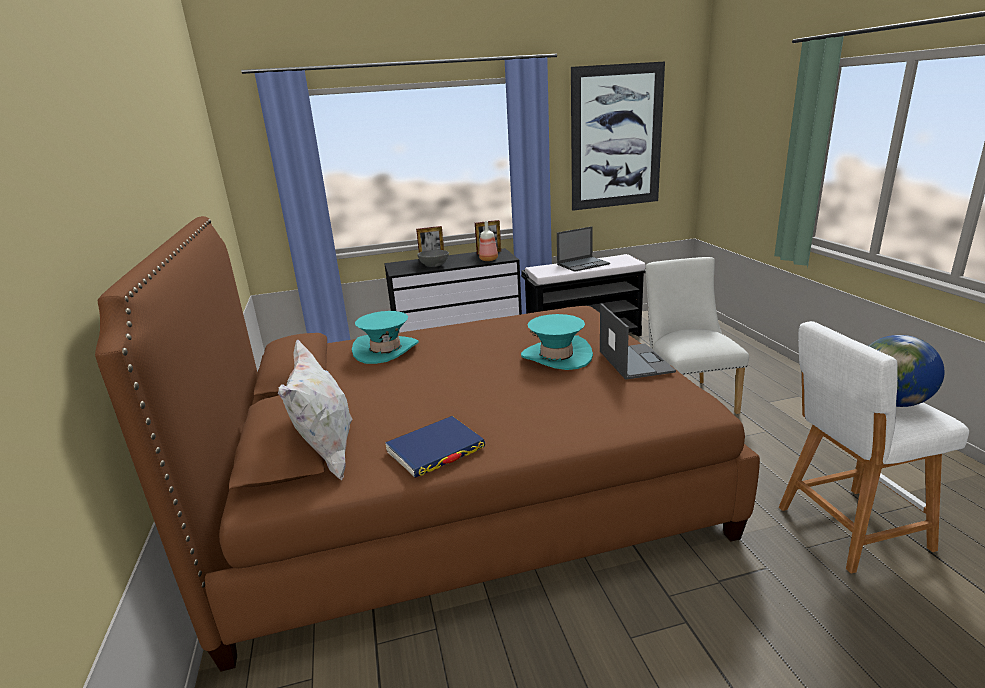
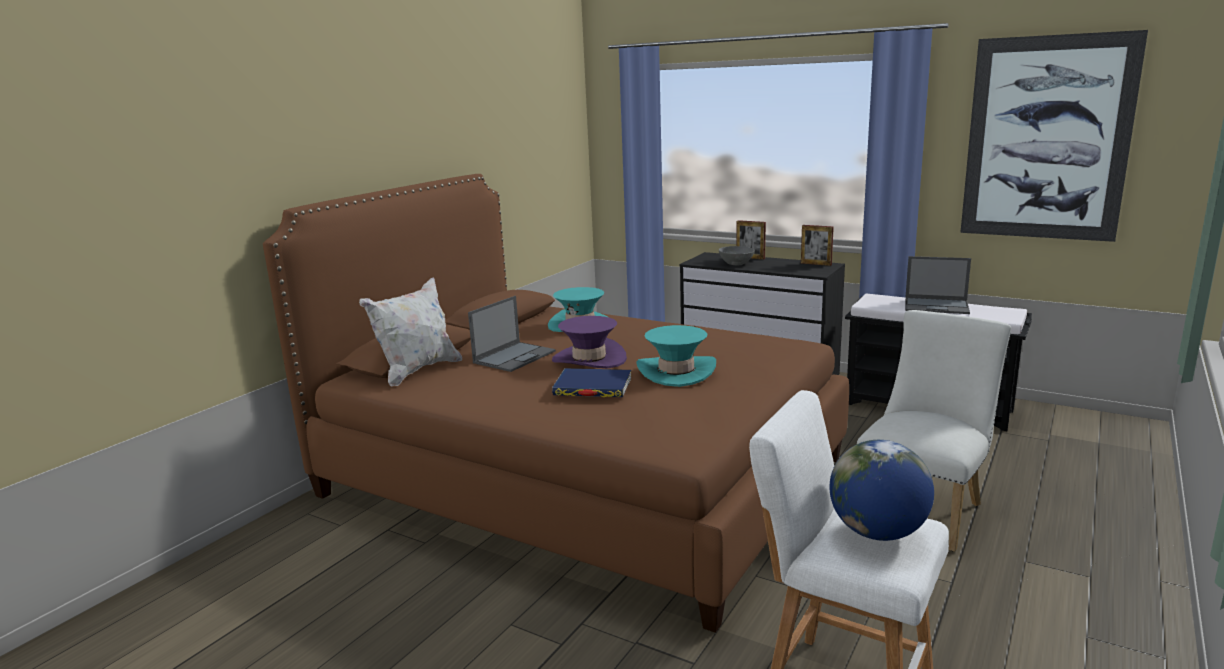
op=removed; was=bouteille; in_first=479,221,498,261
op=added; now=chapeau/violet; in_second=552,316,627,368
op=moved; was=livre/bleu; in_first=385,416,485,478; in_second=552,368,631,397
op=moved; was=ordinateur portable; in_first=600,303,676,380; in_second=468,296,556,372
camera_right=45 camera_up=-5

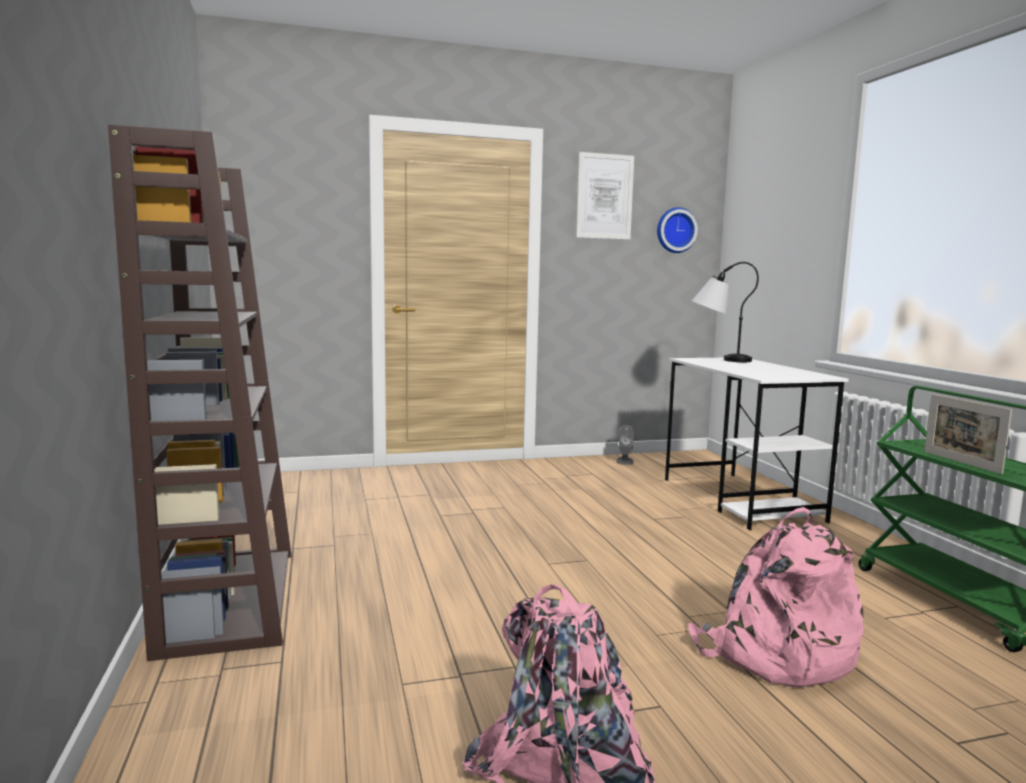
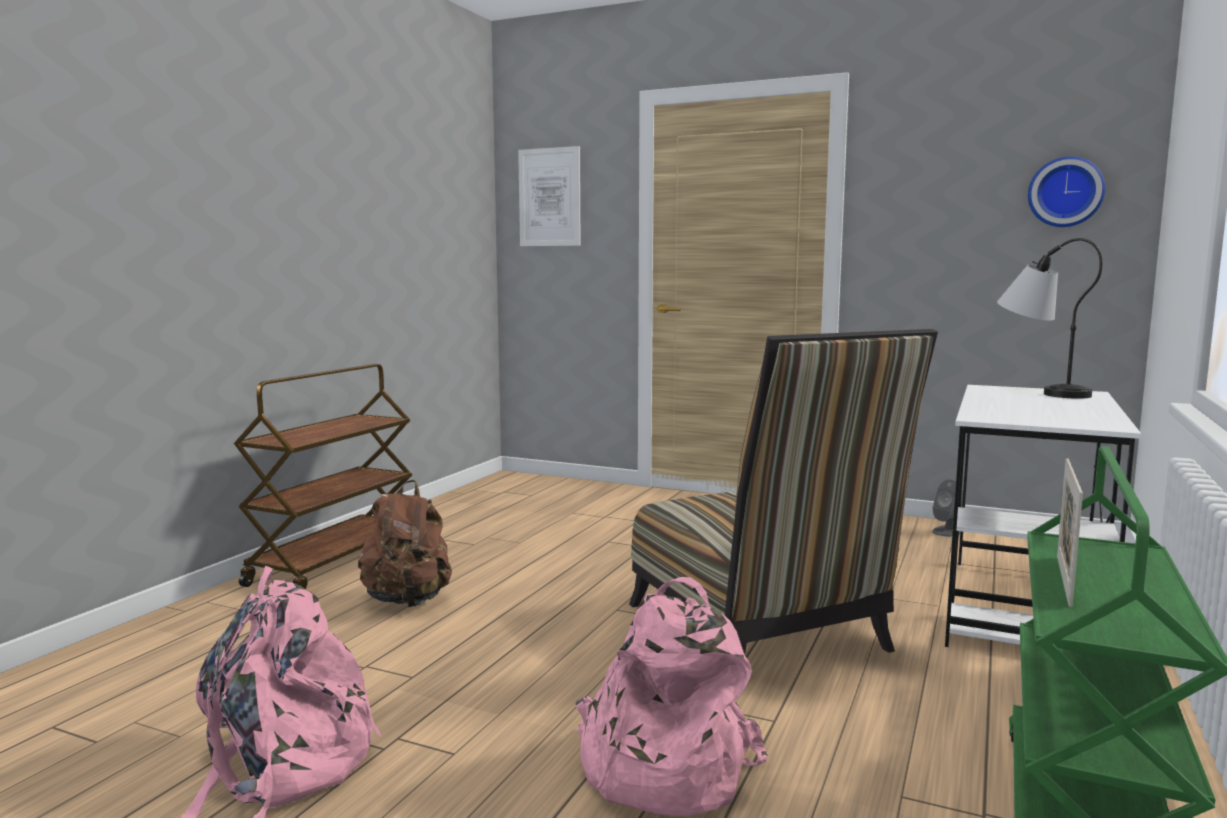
op=added; now=sac à dos/marron; in_second=358,480,452,607
op=added; now=chaise; in_second=629,329,938,654
op=moved; was=tableau; in_first=576,152,634,239; in_second=518,146,581,246
op=replaced; was=bibliothèque/marron; now=chariot/marron; in_first=108,125,291,661; in_second=234,364,412,589
camera_right=40 camera_up=0

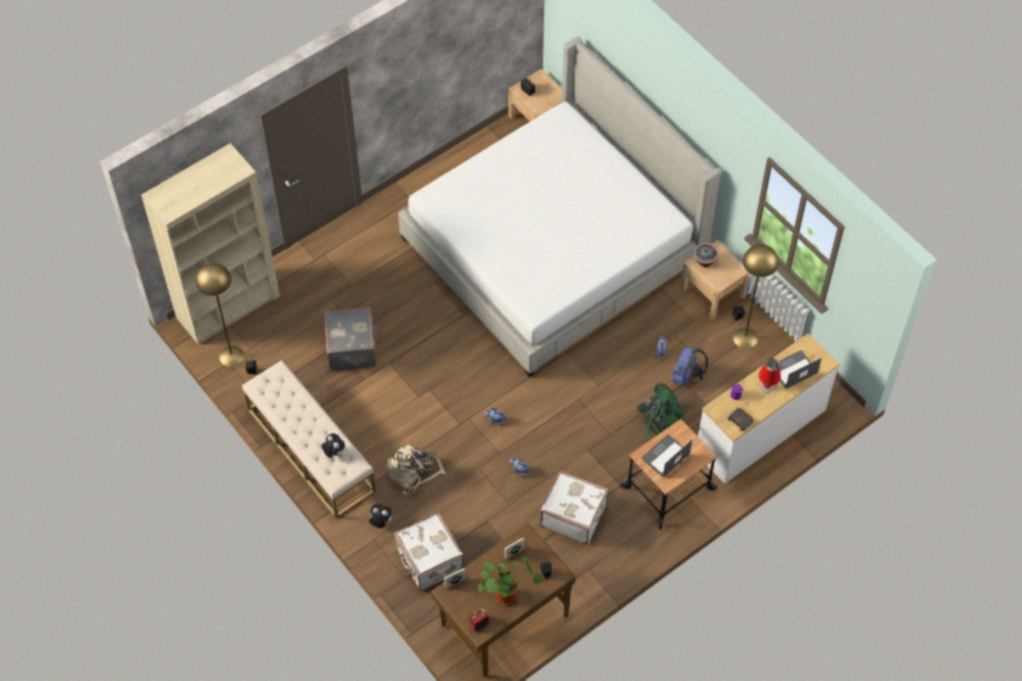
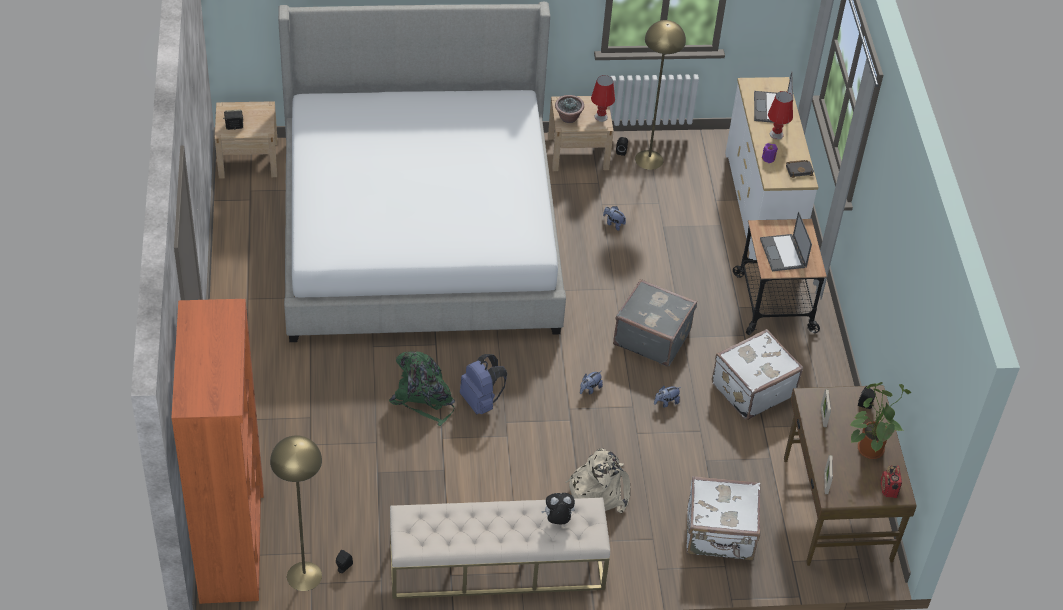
op=removed; was=peluche; in_first=368,504,392,528
op=added; now=lampe de table/rouge; in_second=591,75,615,122
op=moved; was=valise/gris; in_first=324,307,377,371; in_second=613,279,697,367
op=moved; was=sac à dos/vert; in_first=637,382,687,444; in_second=389,351,455,426
op=moved; was=sac à dos/bleu; in_first=671,347,708,386; in_second=460,354,507,414
op=recoloured; was=bibliothèque/beige; now=bibliothèque/orange; in_first=141,143,280,345; in_second=171,299,264,604
camera_right=-60 camera_up=-10

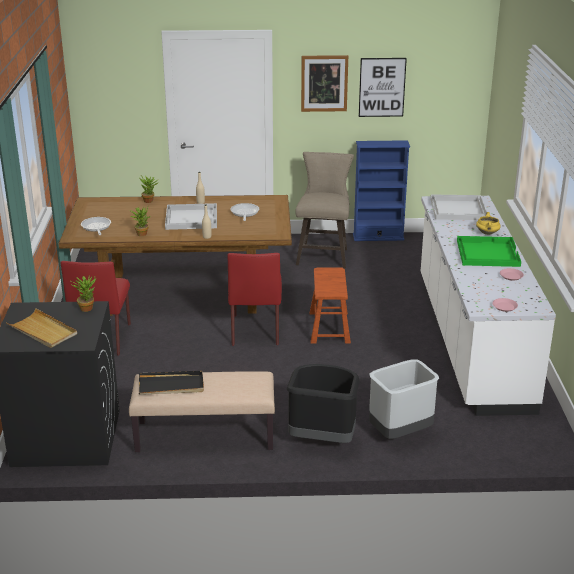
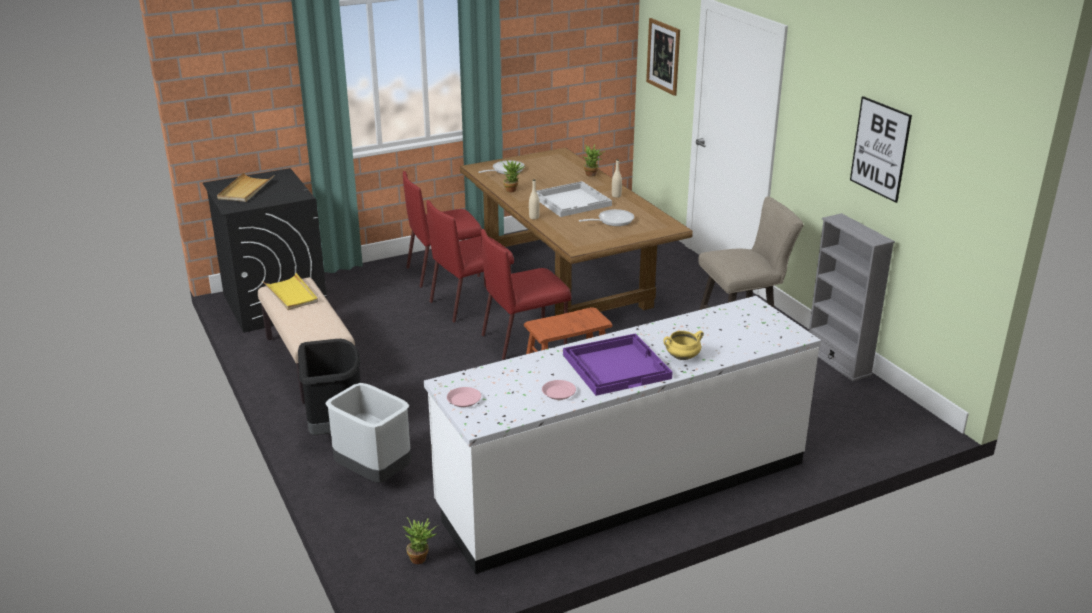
op=removed; was=plateau/blanc; in_first=430,194,487,220
op=added; now=chaise/rouge; in_second=426,200,514,322
op=moved; was=plante en pot; in_first=71,276,96,312; in_second=403,517,438,564
op=moved; was=tableau; in_first=301,55,348,112; in_second=646,18,680,96
op=recoloured; was=plateau/noir; now=plateau/jaune; in_first=139,371,204,395; in_second=263,273,318,310
op=recoloured; was=bibliothèque/bleu; now=bibliothèque/gris; in_first=353,140,410,241; in_second=809,213,895,381
op=recoloured; was=plateau/vert; now=plateau/violet; in_first=457,236,521,267; in_second=563,333,673,396
camera_right=65 camera_up=0

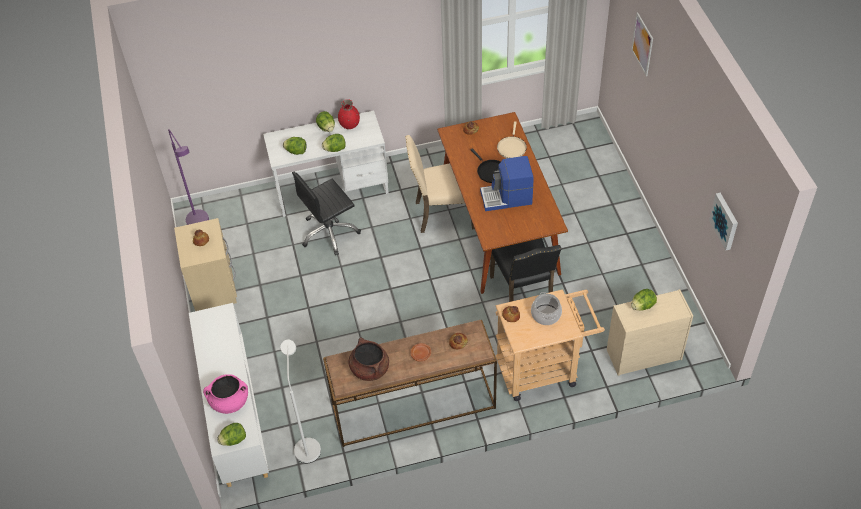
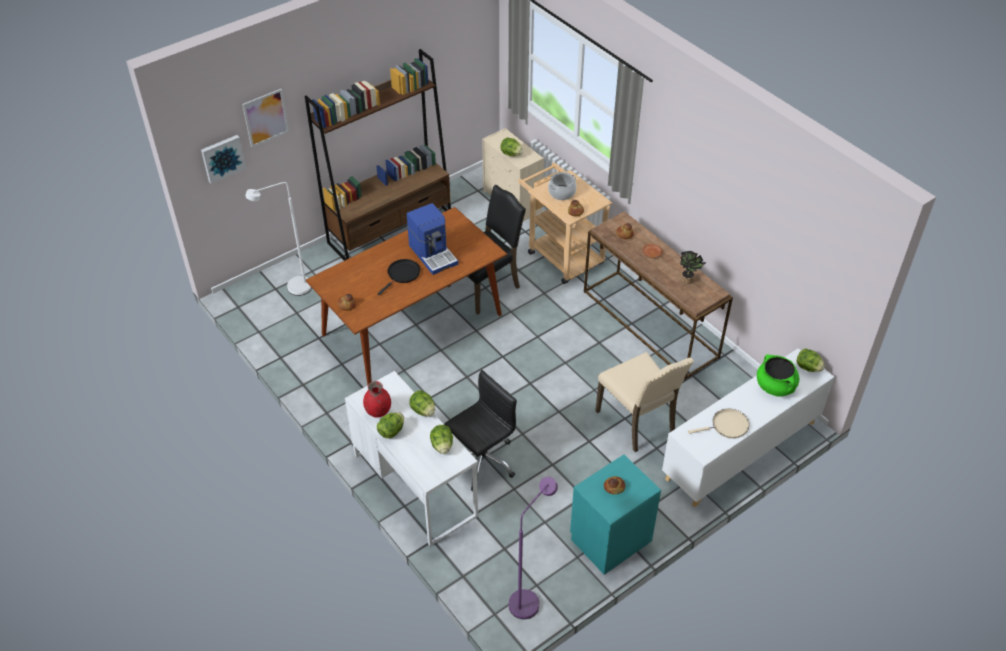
op=added; now=bibliothèque/marron; in_second=305,49,451,261
op=moved; was=lampadaire/blanc; in_first=280,340,321,463; in_second=245,182,312,296
op=moved; was=chaise/beige; in_first=405,135,475,233; in_second=595,352,694,452
op=moved; was=poêle/beige; in_first=497,121,527,158; in_second=688,409,749,438
op=moved; was=tableau; in_first=709,193,738,250; in_second=201,135,246,184
op=replaced; was=marmite/marron; now=plante en pot; in_first=349,337,389,381; in_second=680,251,706,284
op=recoloured; was=table de chevet/beige; now=table de chevet/turquoise; in_first=174,218,237,311; in_second=570,454,661,575
op=recoloured; was=marmite/rose; now=marmite/vert; in_first=203,374,248,414; in_second=757,354,799,397
op=turned; was=chaise de bureau/noir; in_first=292,172,361,255; in_second=444,370,517,490; clockwise=-75
camera_right=-115 camera_up=-5

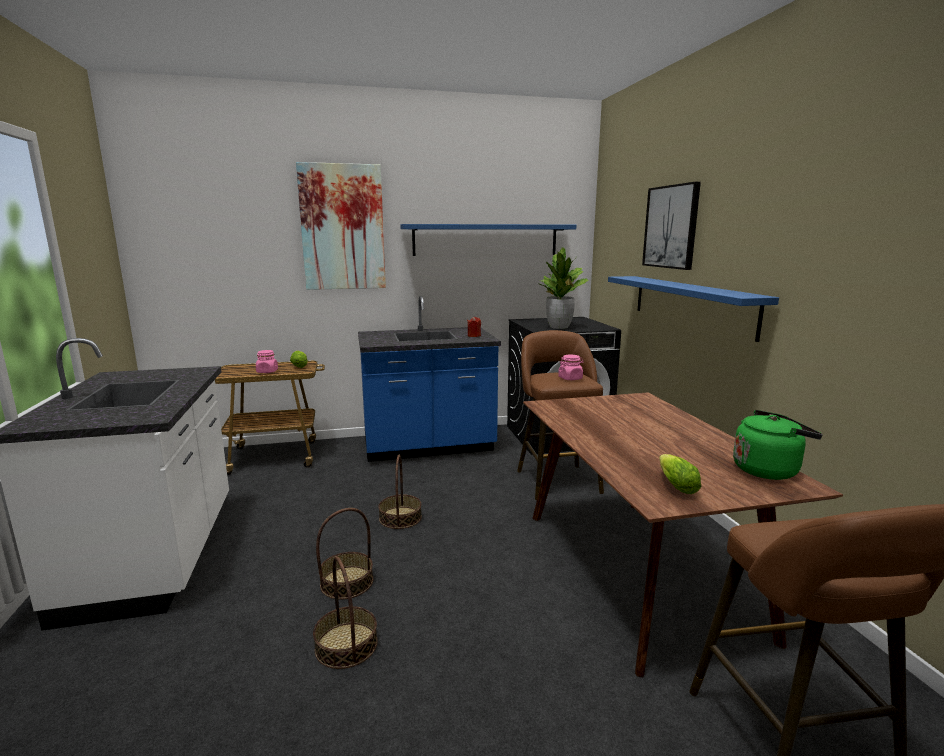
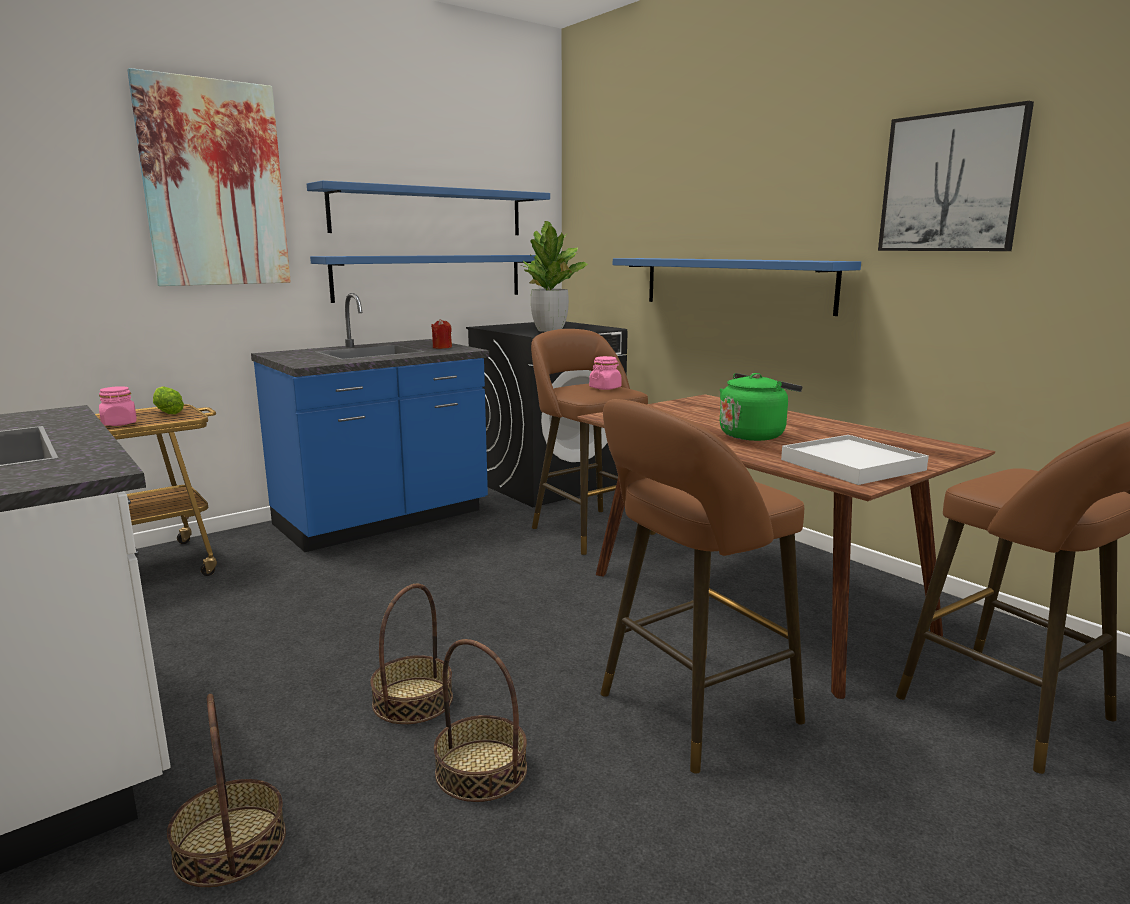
op=added; now=étagère/bleu; in_second=310,255,535,303
op=added; now=tabouret/marron; in_second=600,399,805,773
op=moved; was=panier; in_first=378,455,422,529; in_second=167,694,286,887
op=moved; was=tableau; in_first=642,182,701,270; in_second=878,101,1034,251
op=moved; was=bouilloire/vert; in_first=733,410,823,480; in_second=720,373,803,441
op=replaced; was=laitue; now=plateau/blanc; in_first=659,454,701,494; in_second=781,435,929,485
camera_right=-25 camera_up=0

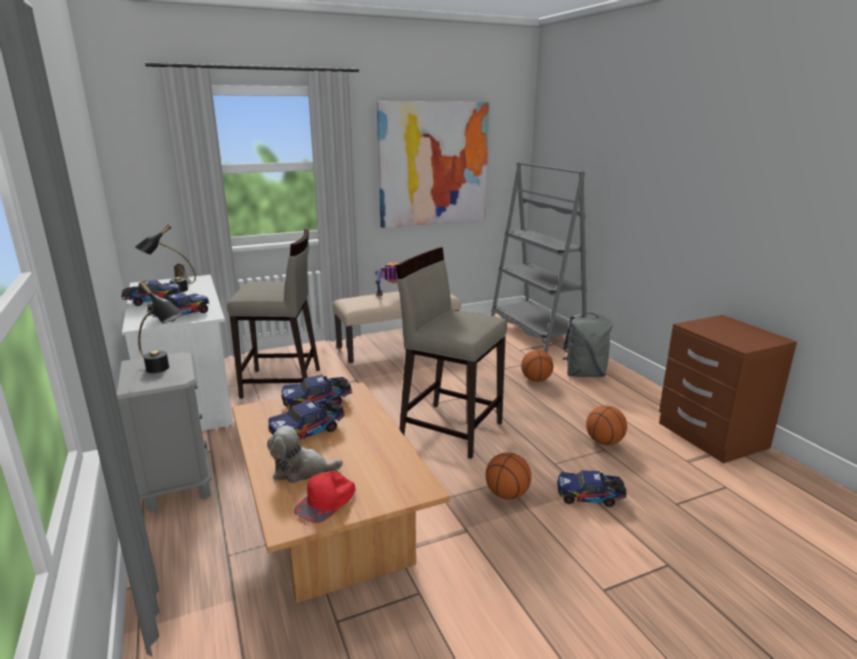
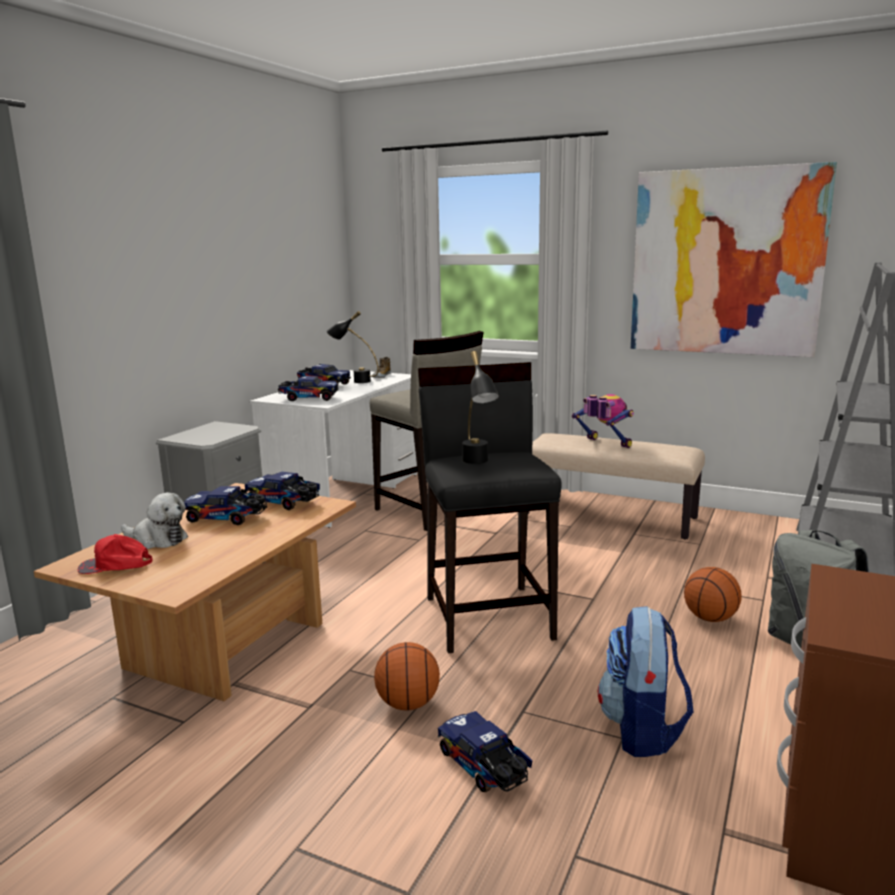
op=moved; was=lampe de table/noir; in_first=138,281,183,373; in_second=462,351,499,464
op=replaced; was=ballon de basket; now=sac à dos; in_first=586,406,627,445; in_second=598,606,693,757
op=recoloured; was=tabouret/beige; now=tabouret/noir; in_first=395,247,507,459; in_second=418,362,562,653
op=turned; was=peluche; in_first=267,426,343,483; in_second=121,492,188,549; clockwise=150
camera_right=50 camera_up=-5

